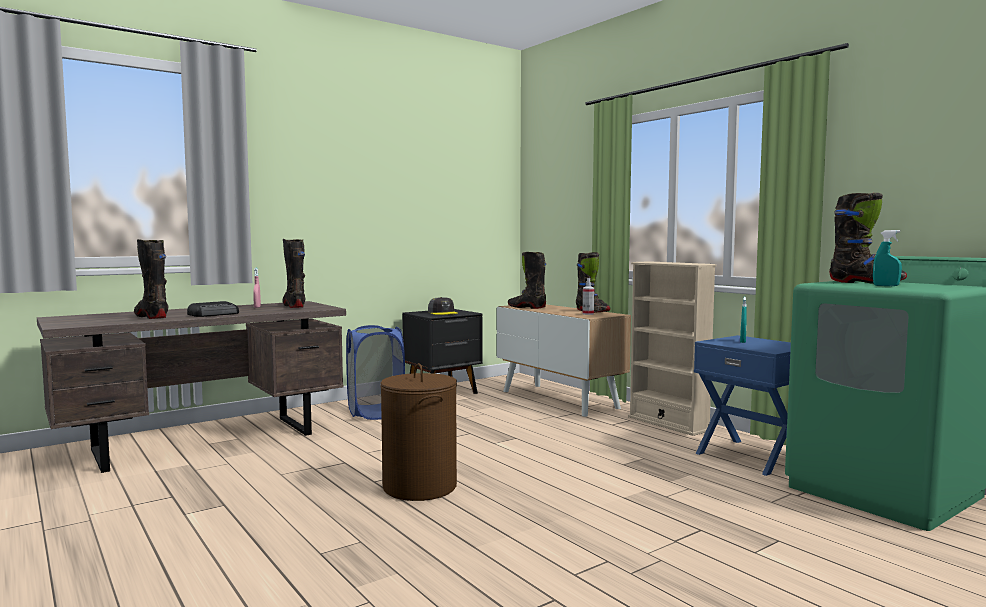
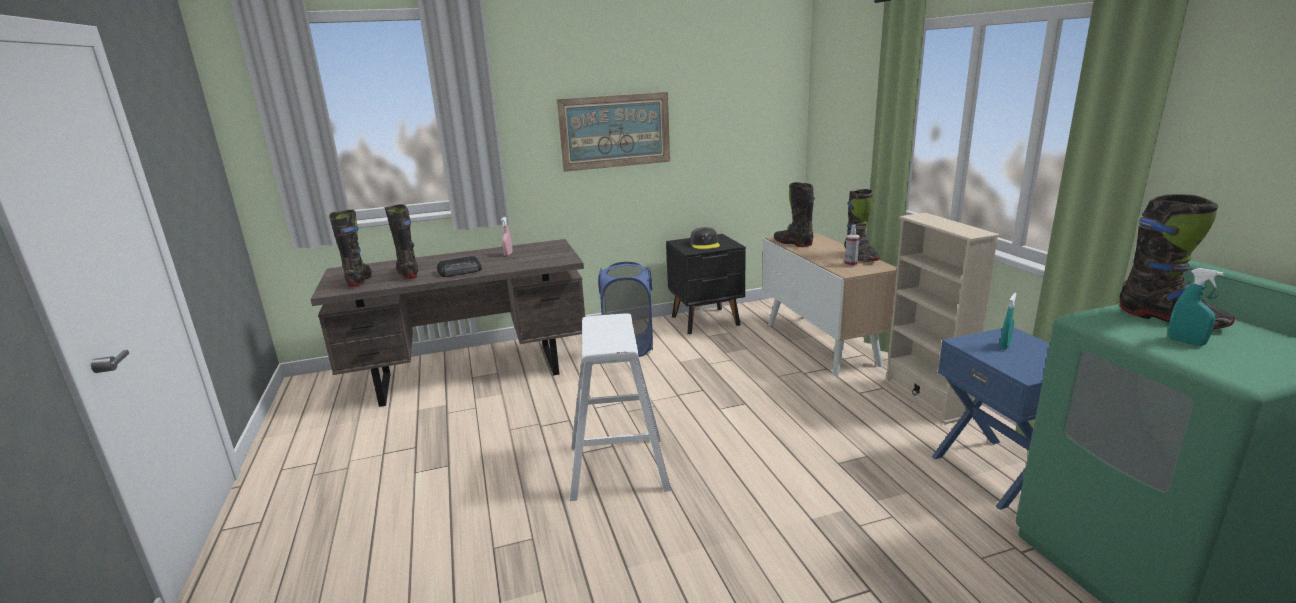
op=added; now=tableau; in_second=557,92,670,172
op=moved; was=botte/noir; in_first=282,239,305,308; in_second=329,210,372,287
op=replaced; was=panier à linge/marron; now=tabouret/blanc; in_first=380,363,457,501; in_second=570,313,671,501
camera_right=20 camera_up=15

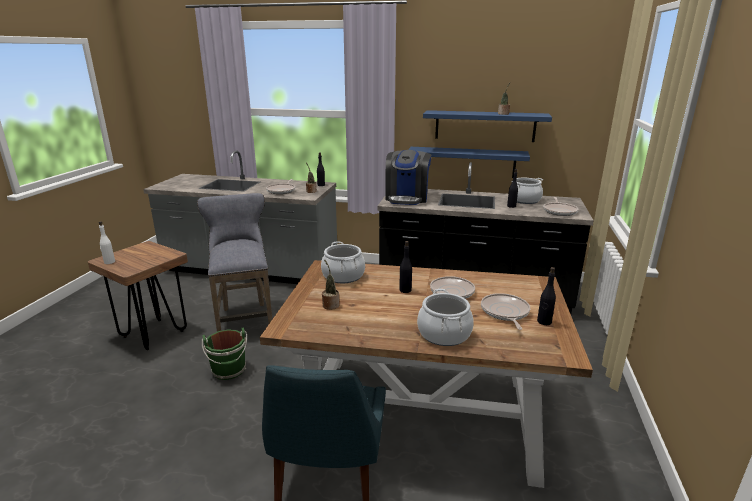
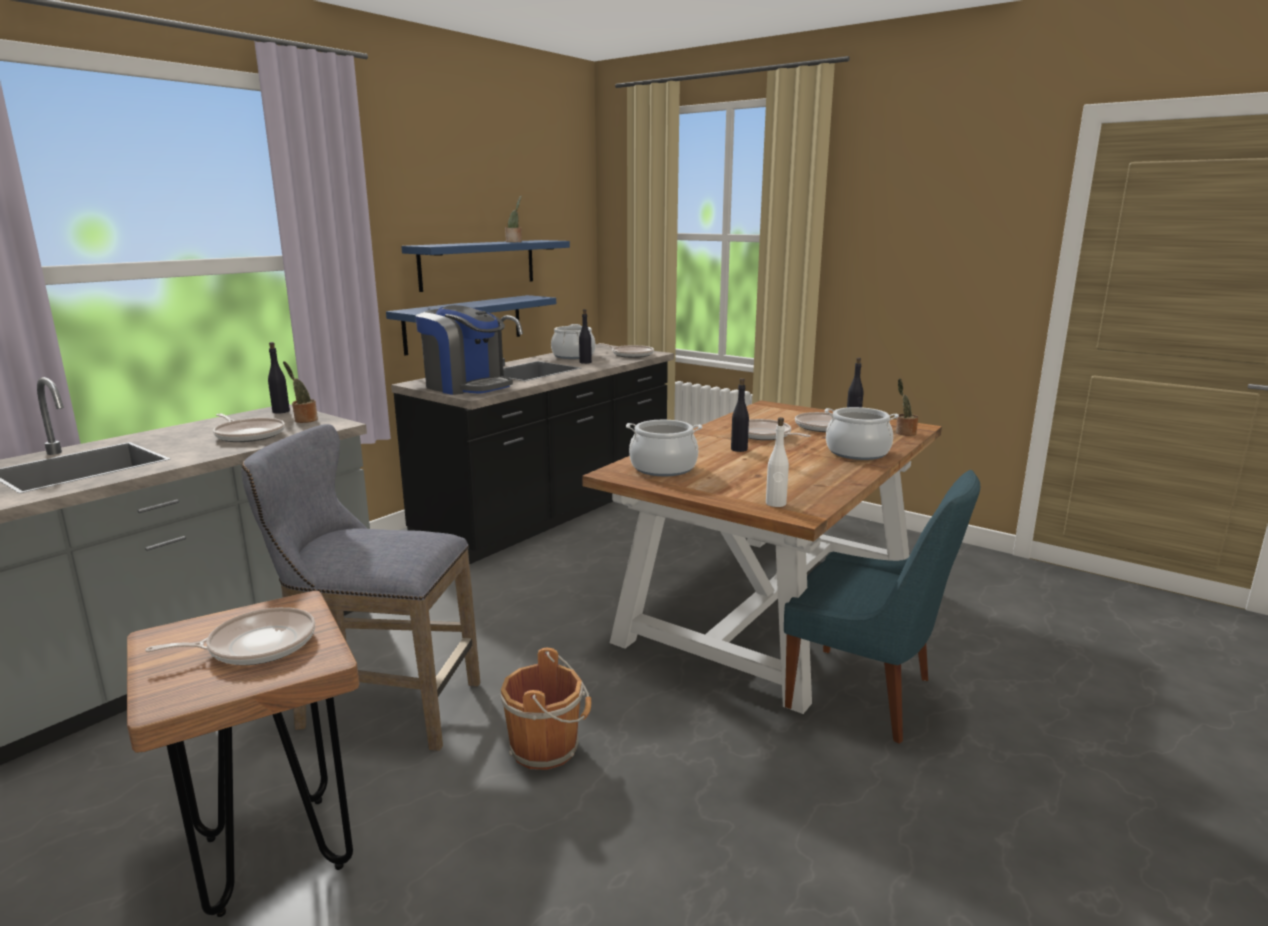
op=added; now=poêle; in_second=145,607,315,665
op=moved; was=bouteille/blanc; in_first=99,221,115,264; in_second=766,417,789,507
op=moved; was=plante en pot; in_first=322,259,339,310; in_second=896,378,918,436
op=recoloured; was=seau/vert; now=seau/marron; in_first=202,327,247,380; in_second=500,648,591,770
camera_right=-65 camera_up=-5

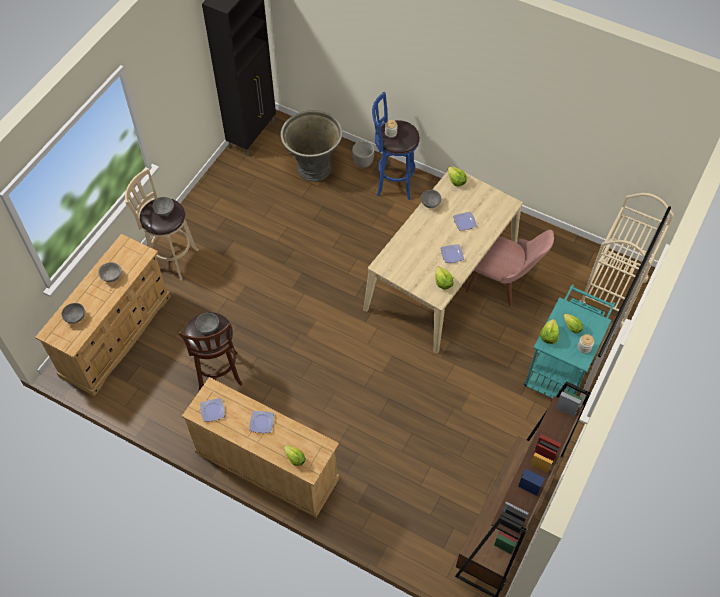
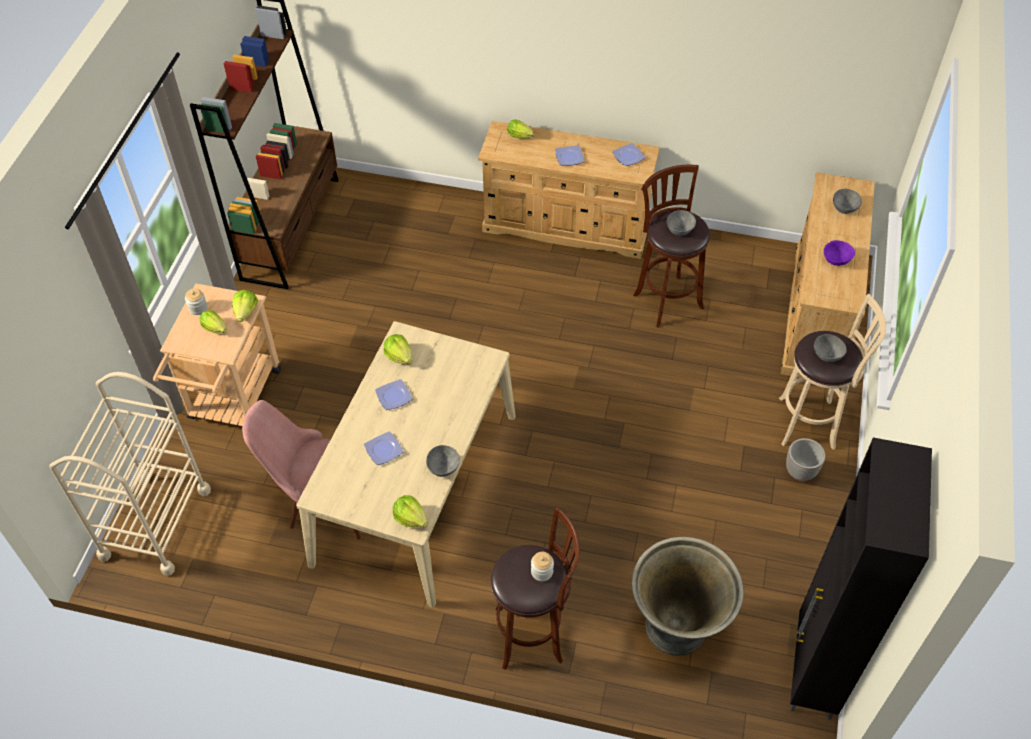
op=moved; was=cache-pot; in_first=352,141,375,168; in_second=786,438,825,481
op=recoloured; was=bol/gris; now=bol/violet; in_first=98,262,122,282; in_second=824,240,855,266
op=recoloured; was=tabouret/bleu; now=tabouret/marron; in_first=372,92,420,200; in_second=491,507,580,670
op=recoloured; was=chariot/turquoise; now=chariot/beige; in_first=524,284,615,399; in_second=153,283,281,426
camera_right=165 camera_up=-5

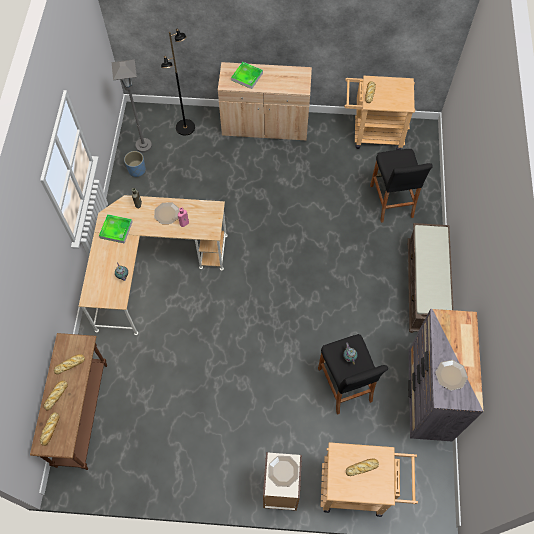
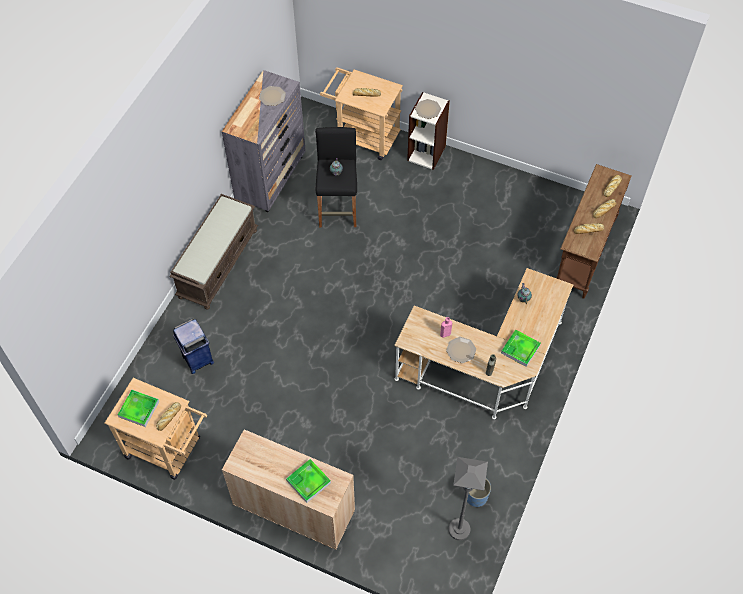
op=removed; was=lampadaire/noir; in_first=161,28,195,135
op=added; now=plateau; in_second=118,390,159,427
op=replaced; was=tabouret/noir; now=poubelle/bleu; in_first=370,149,433,223; in_second=173,319,214,374
camera_right=-160 camera_up=-5

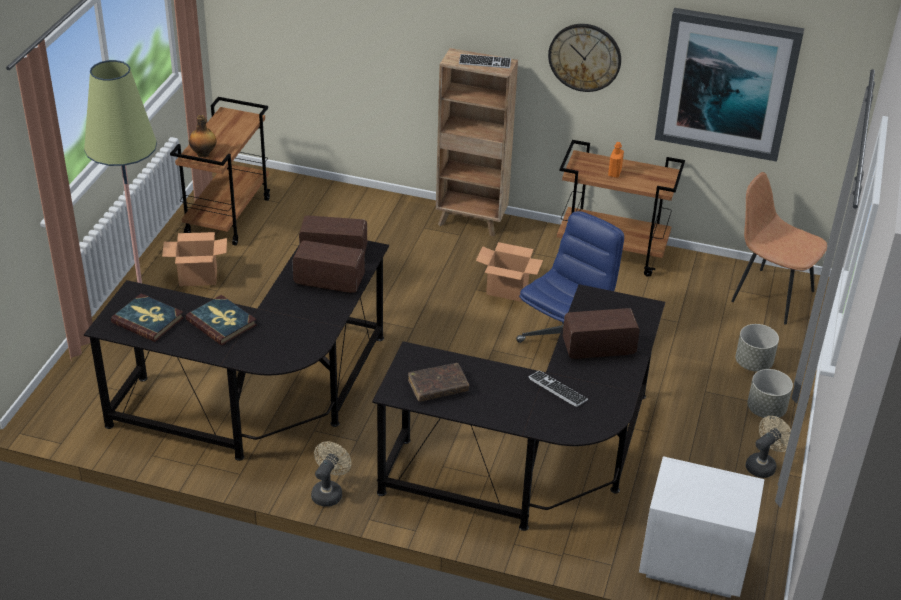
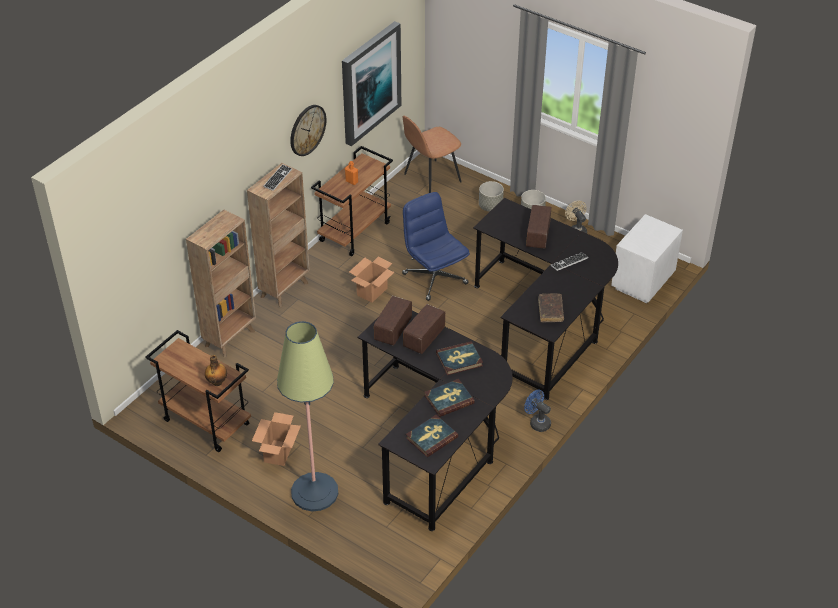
op=added; now=bibliothèque/marron; in_second=186,209,256,358
op=added; now=livre; in_second=436,341,483,375
op=recoloured; was=ventilateur/beige; now=ventilateur/bleu; in_first=311,442,352,507; in_second=524,390,551,432
camera_right=-70 camera_up=5

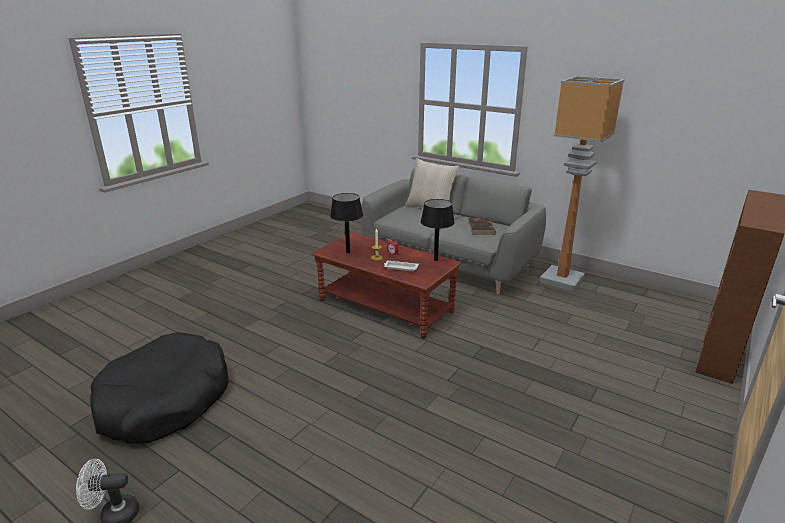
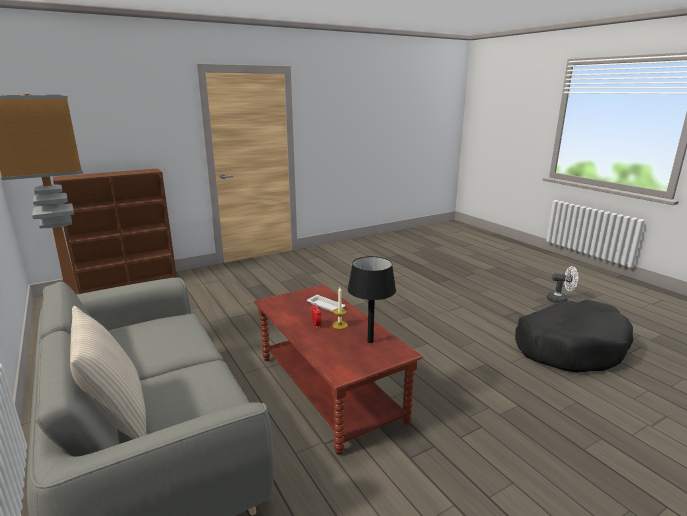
op=removed; was=lampe de table/noir; in_first=421,199,455,261
op=removed; was=livre/marron; in_first=468,218,496,235
camera_right=-155 camera_up=-5

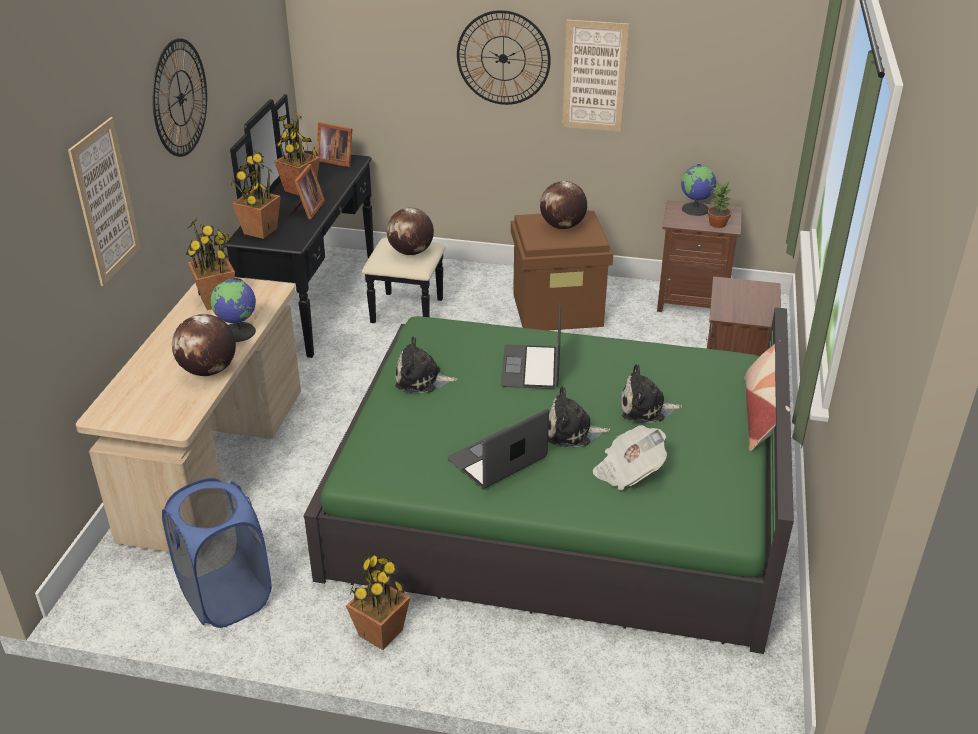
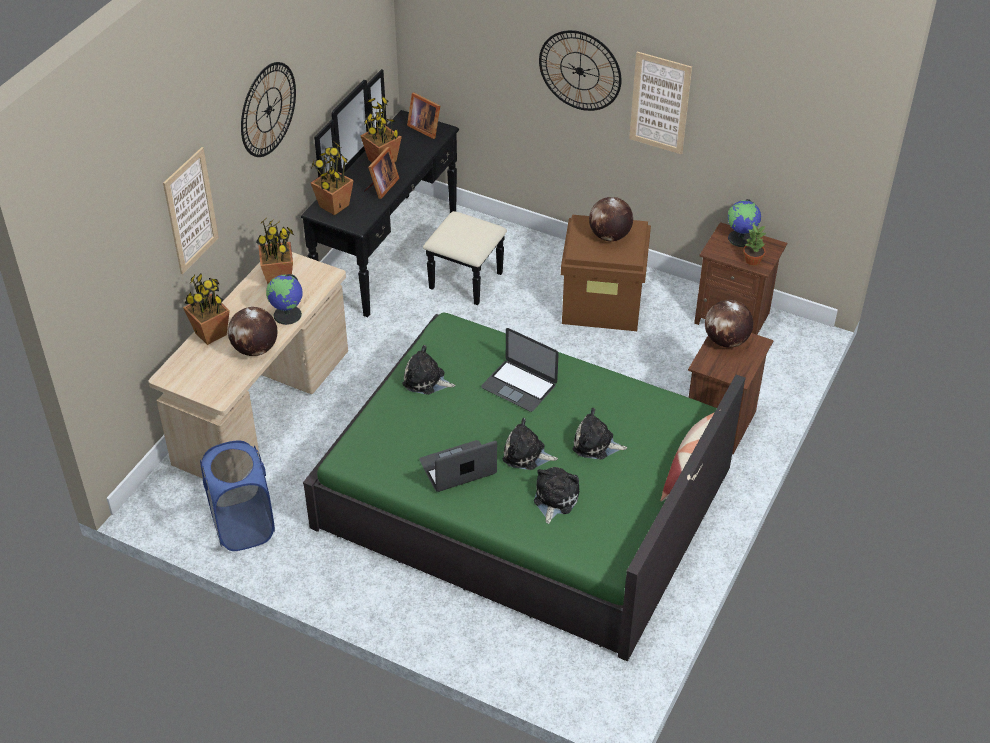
op=moved; was=plante en pot; in_first=346,554,410,650; in_second=183,273,230,345
op=moved; was=globe; in_first=387,208,434,255; in_second=705,300,753,348
op=replaced; was=journal; now=peluche; in_first=593,425,667,490; in_second=534,467,580,524
op=turned; was=ordinateur portable; in_first=501,303,561,389; in_second=481,328,559,412; clockwise=-75
camera_right=15 camera_up=10

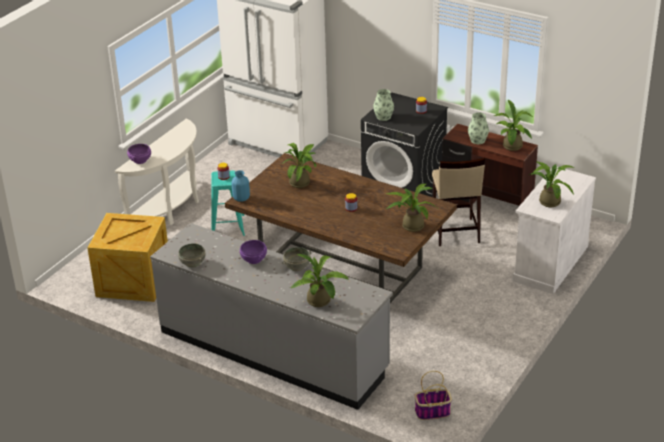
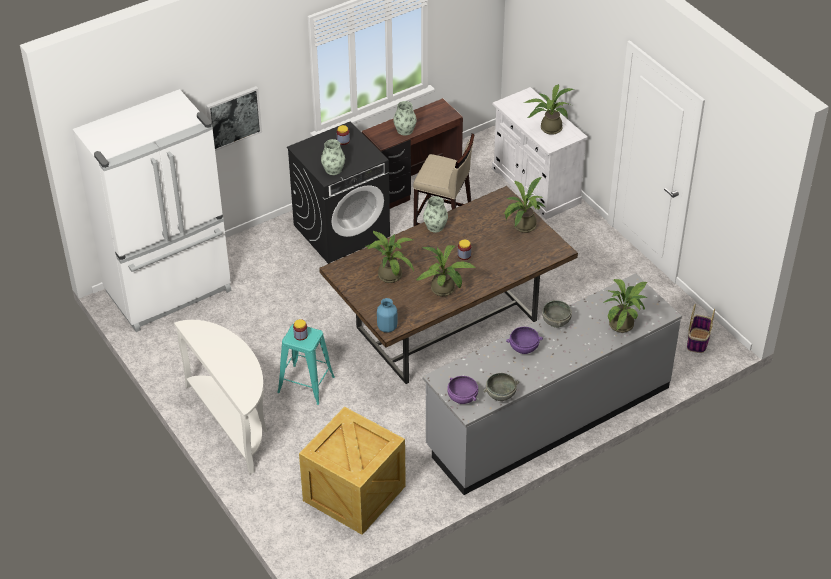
op=added; now=tableau; in_second=206,86,262,151
op=added; now=vase; in_second=423,196,448,233
op=moved; was=bol/violet; in_first=127,144,151,164; in_second=447,376,478,404
op=moved; was=plante en pot; in_first=493,99,534,151; in_second=416,245,475,296
camera_right=-65 camera_up=10

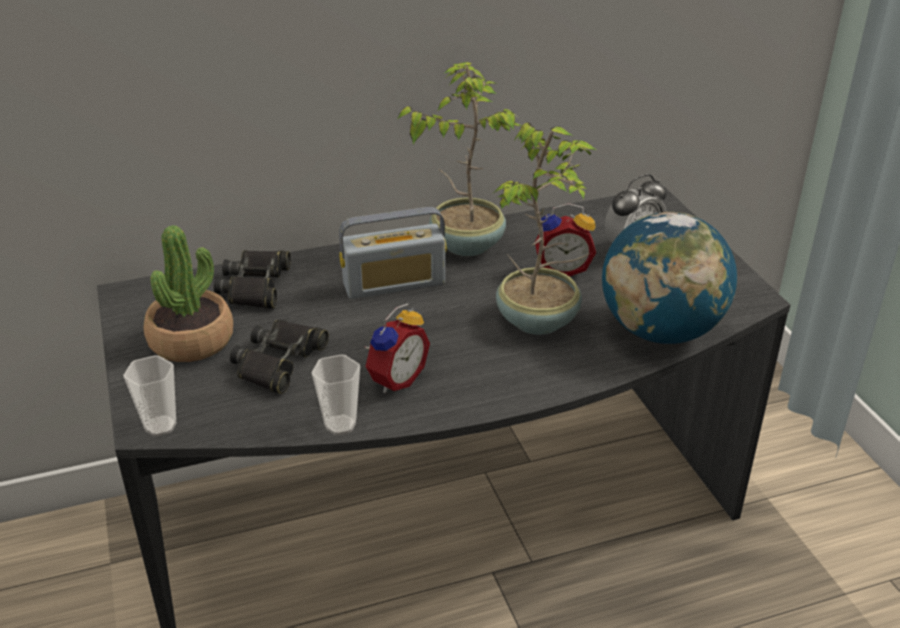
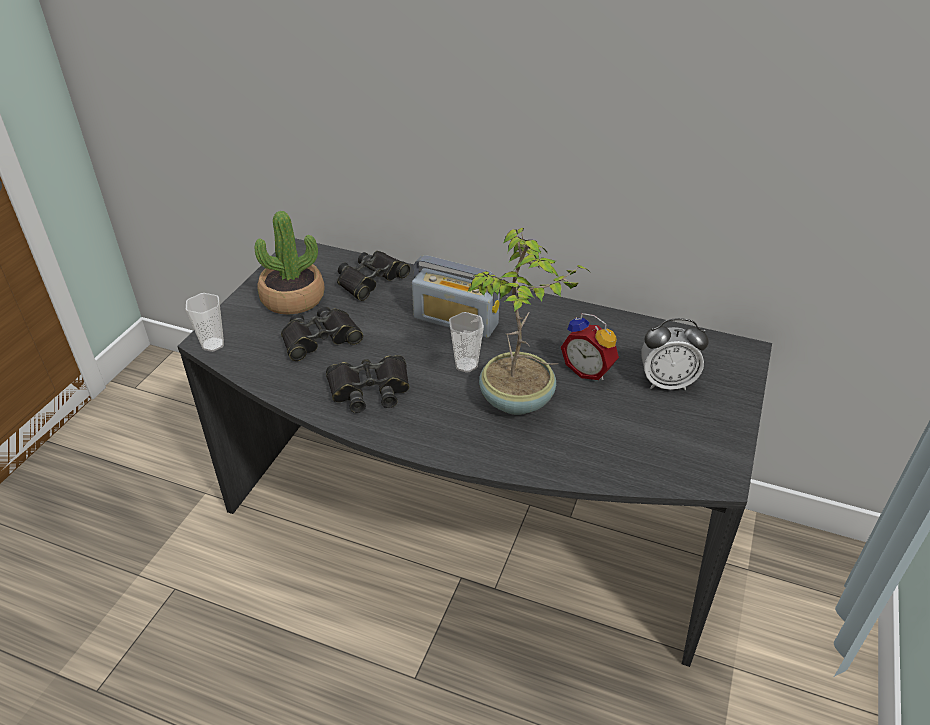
op=removed; was=plante en pot; in_first=398,62,522,256
op=removed; was=globe; in_first=602,212,737,344
op=moved; was=tasse; in_first=311,354,360,435; in_second=449,312,484,373
op=replaced; was=réveil; now=jumelles/noir; in_first=365,304,430,393; in_second=326,355,409,413
camera_right=40 camera_up=5

